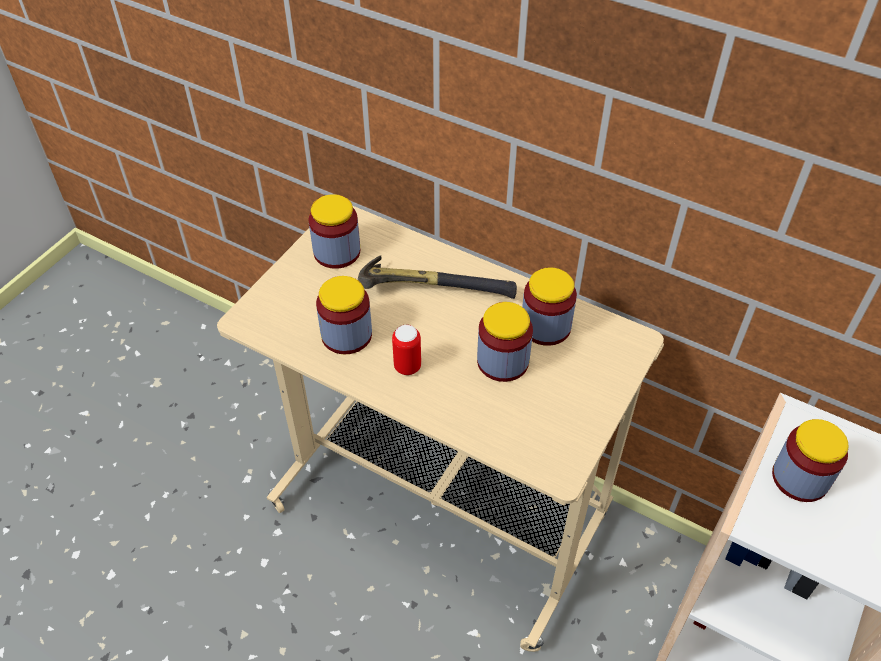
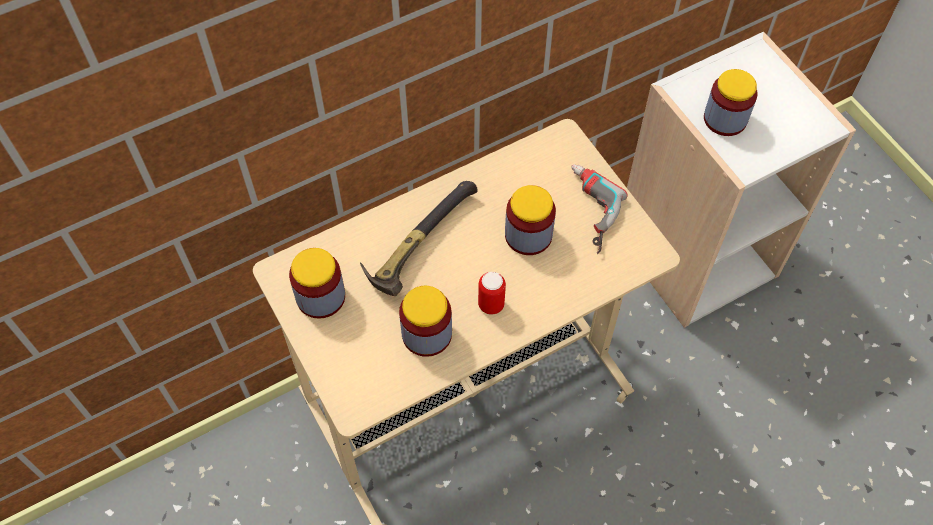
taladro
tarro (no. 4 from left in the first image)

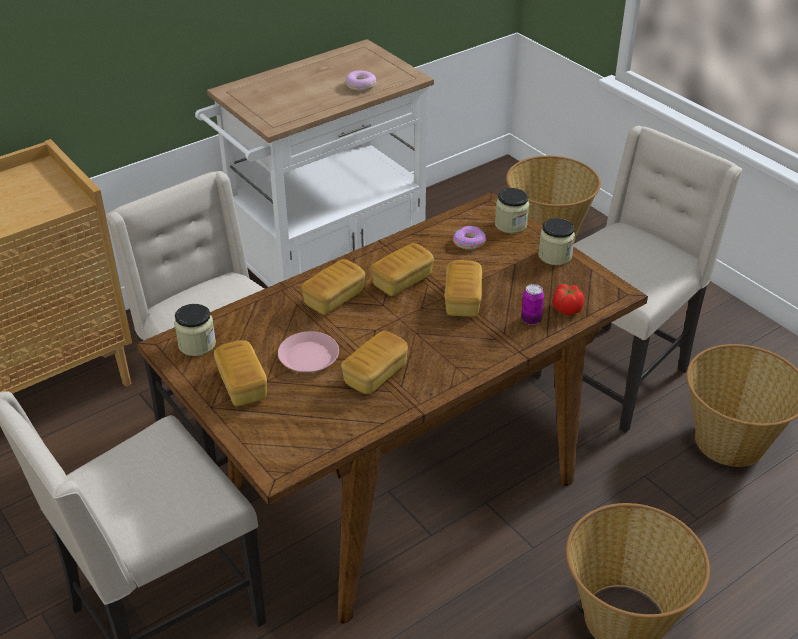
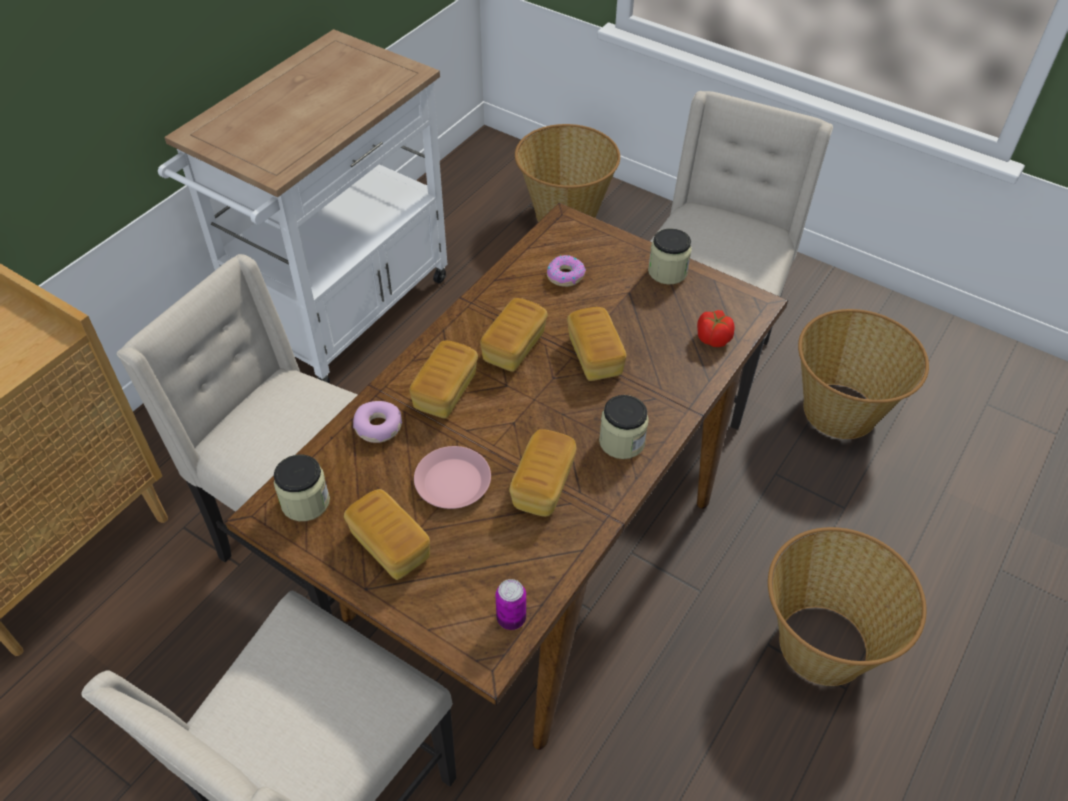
rosquilla (no. 1 from left)
lata
tarro (no. 2 from left)

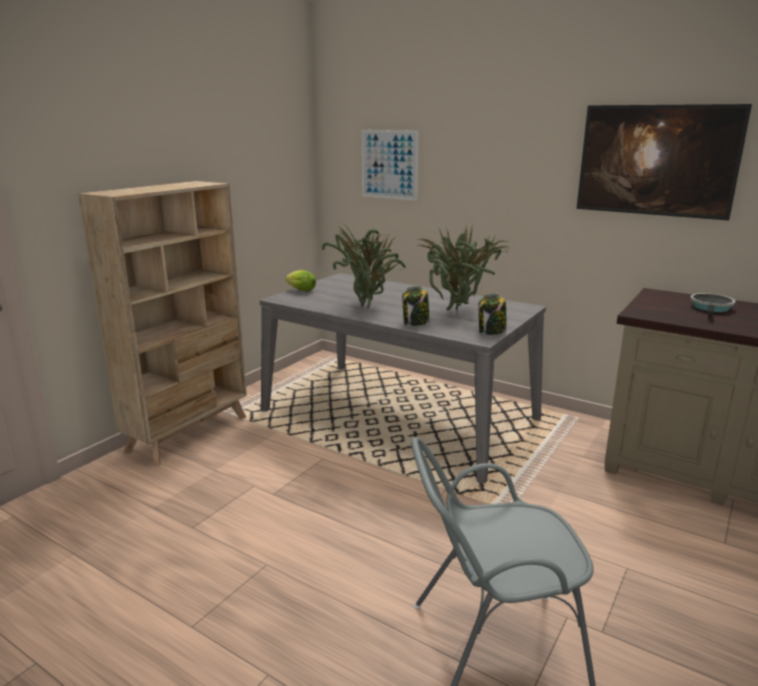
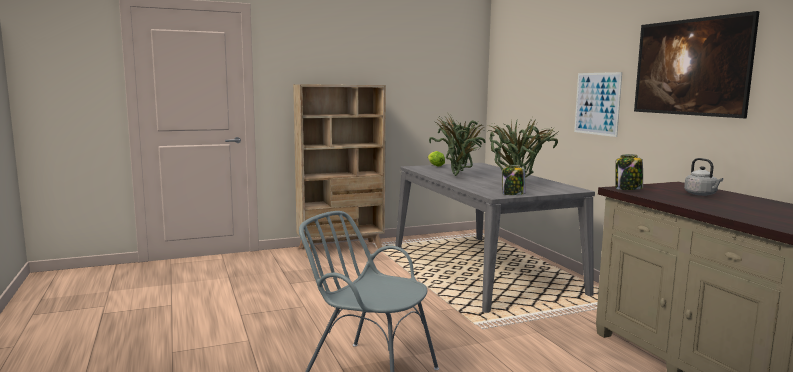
cuadro (no. 1 from left)
tarro (no. 2 from left)
hervidor (gris)

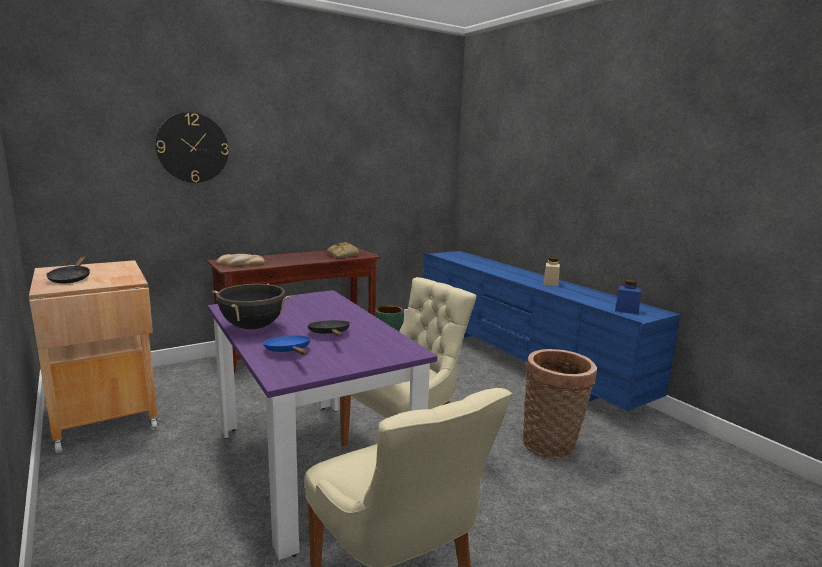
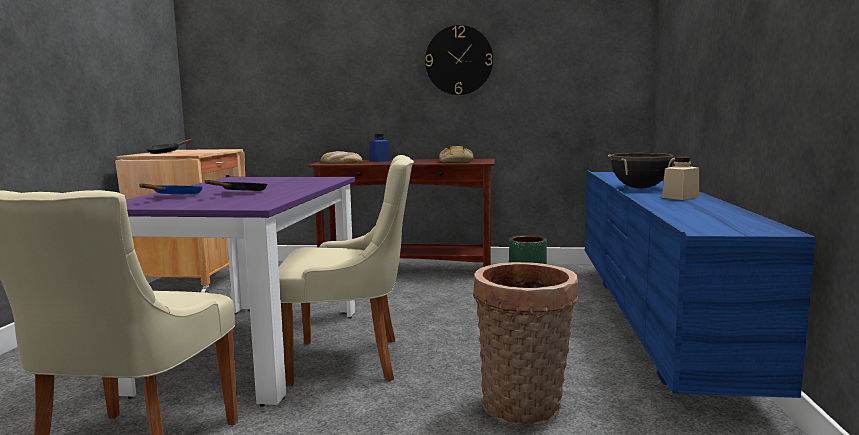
tarro (azul)
reloj de pared
olla (negro)

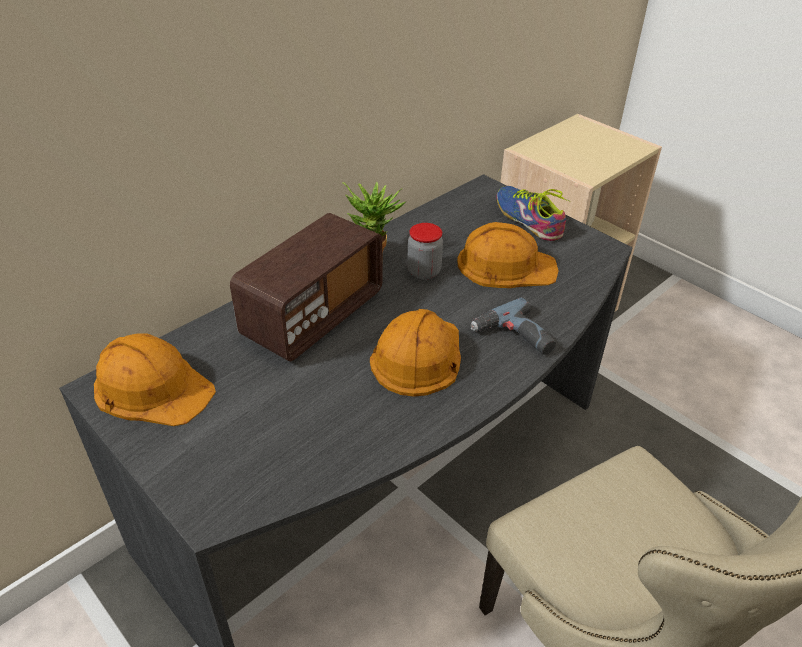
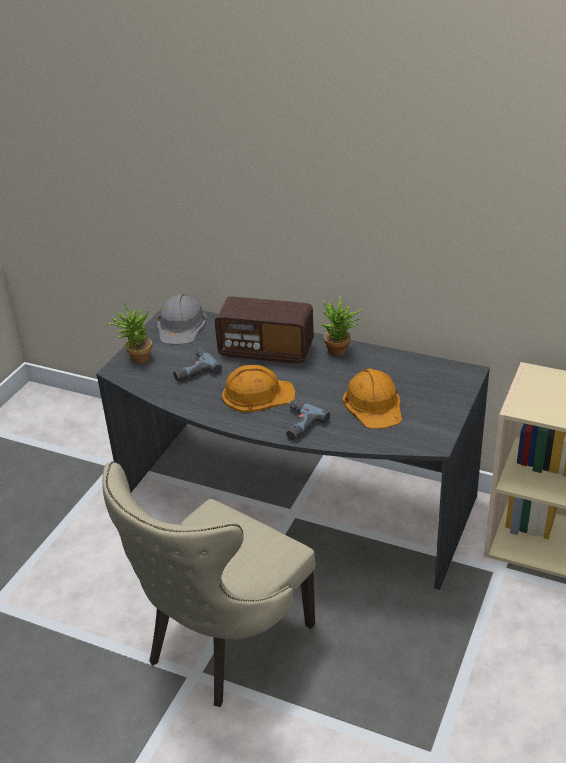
planta en maceta (no. 1 from left)
casco (gris)
taladro (no. 1 from left)
tarro
zapato

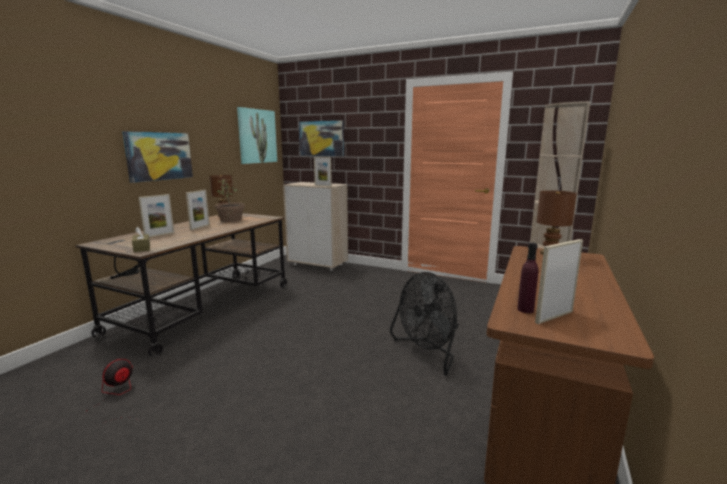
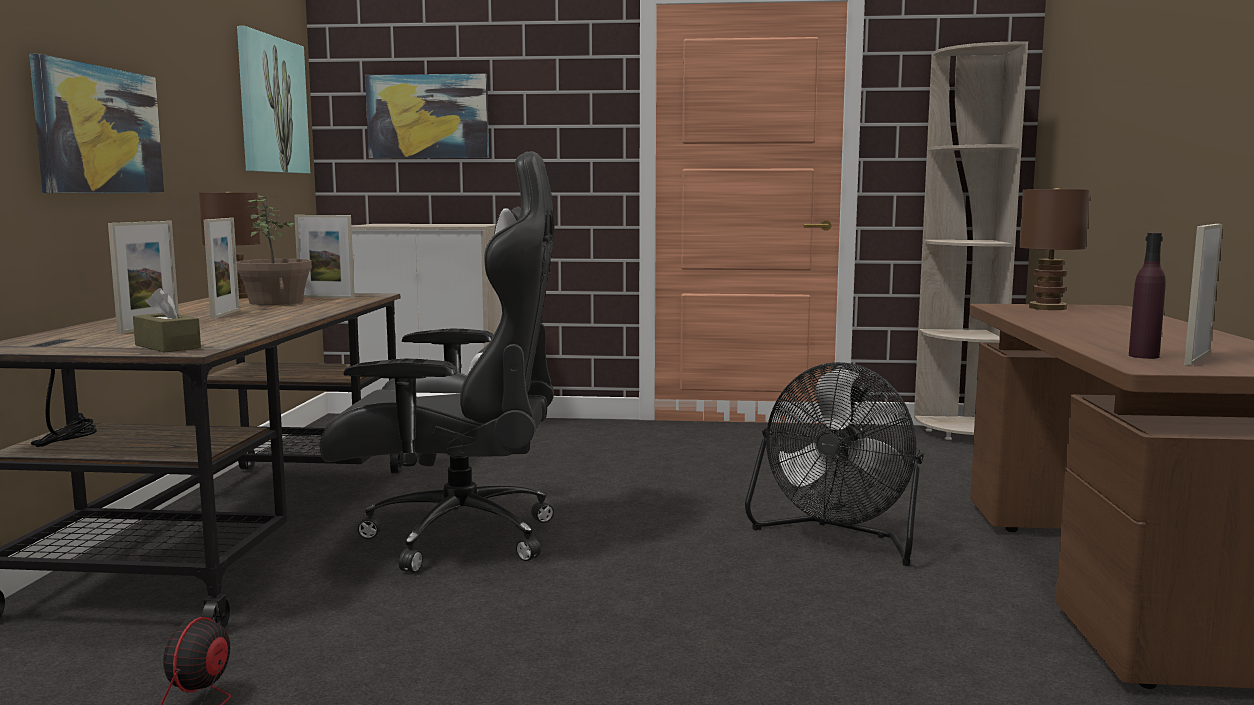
portarretratos (no. 3 from left)
silla de oficina (negro)

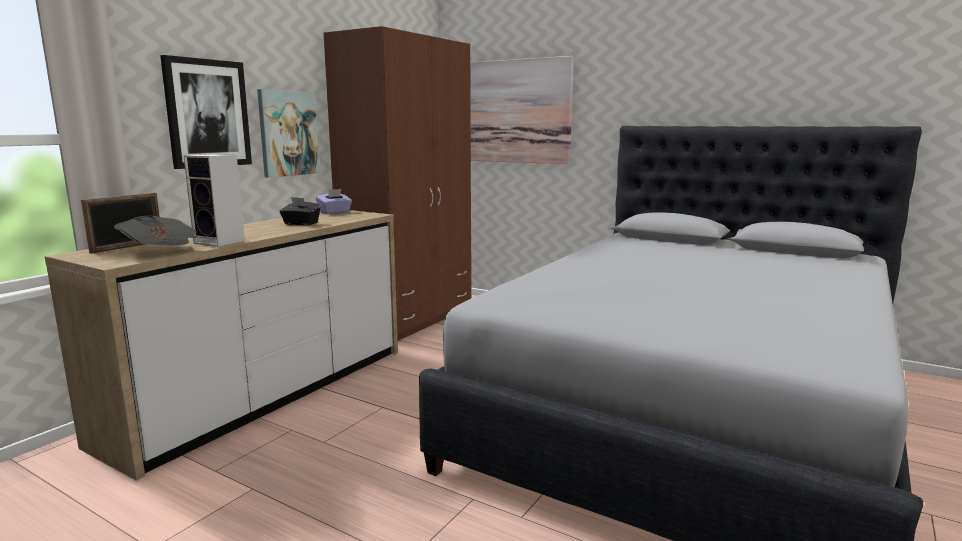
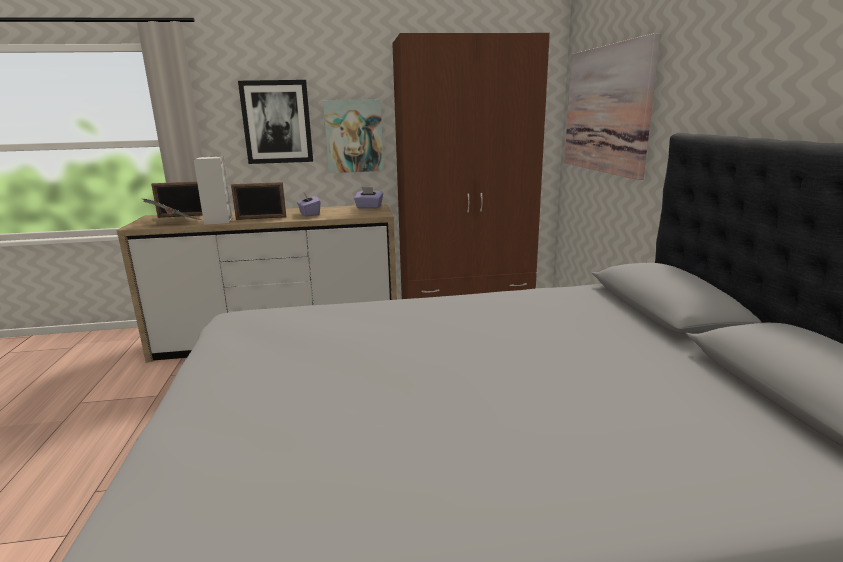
portarretratos (no. 2 from left)
caja de pañuelos (morado) (no. 1 from left)

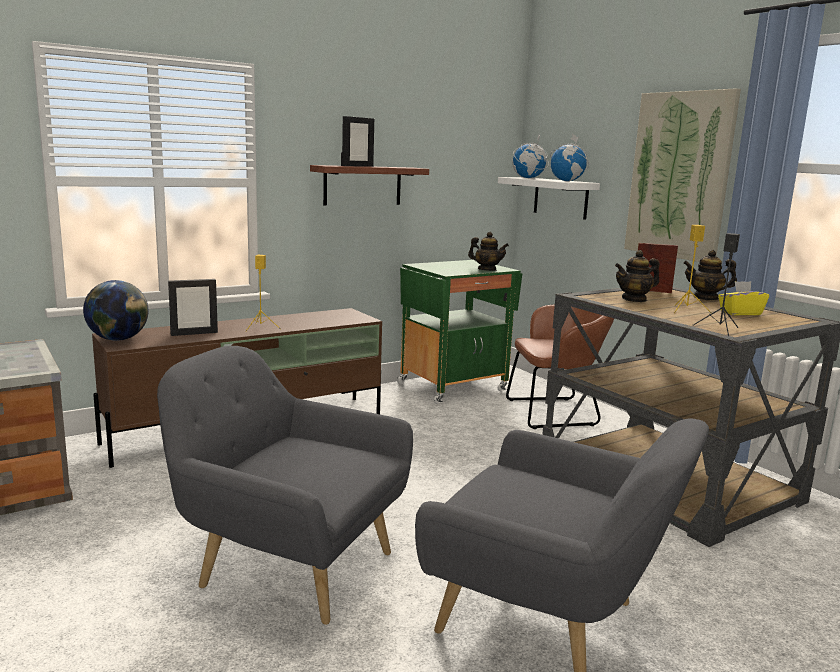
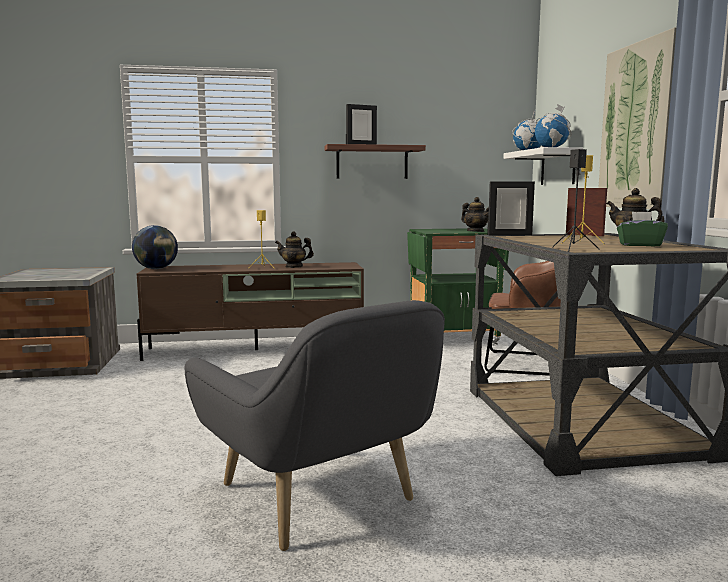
tetera (no. 1 from left)
portarretratos (no. 2 from left)
caja de pañuelos (verde)
sillón (gris) (no. 1 from left in the first image)

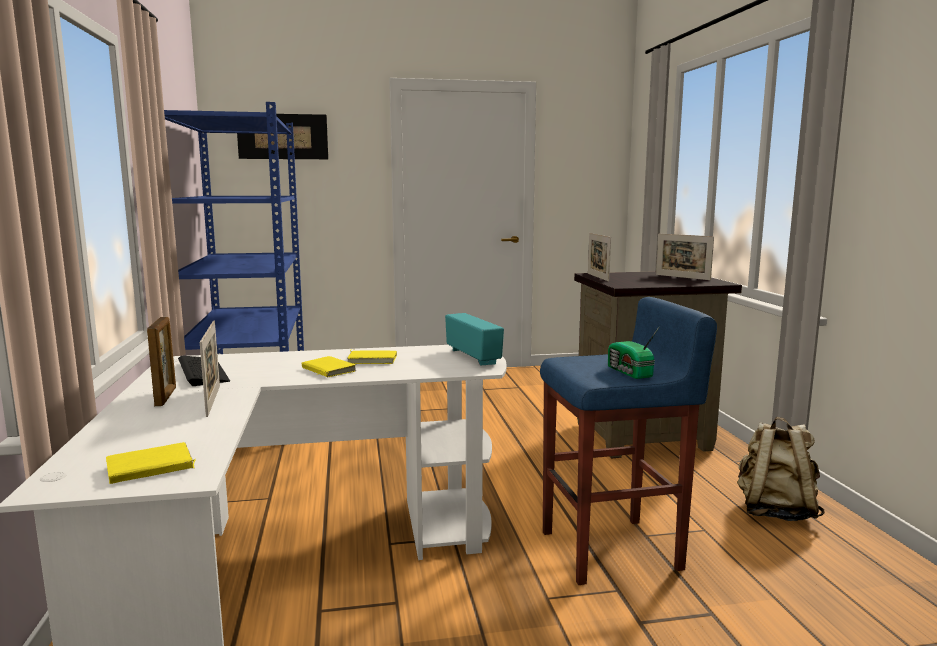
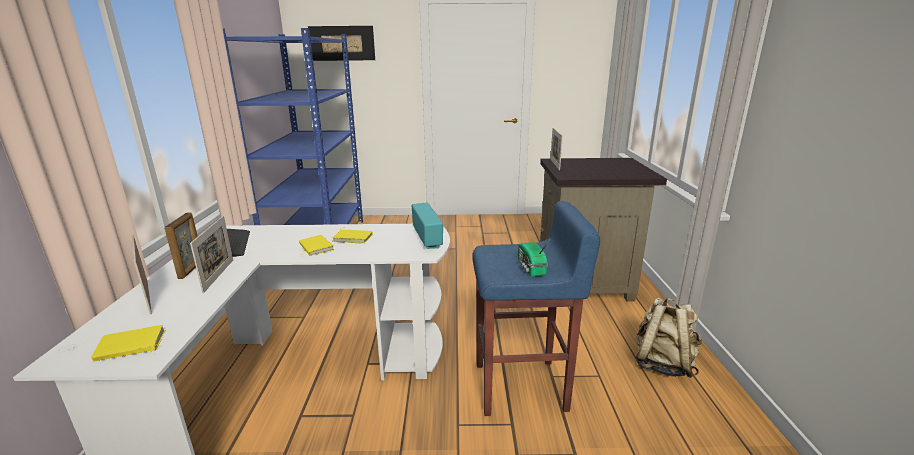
portarretratos (no. 1 from left)

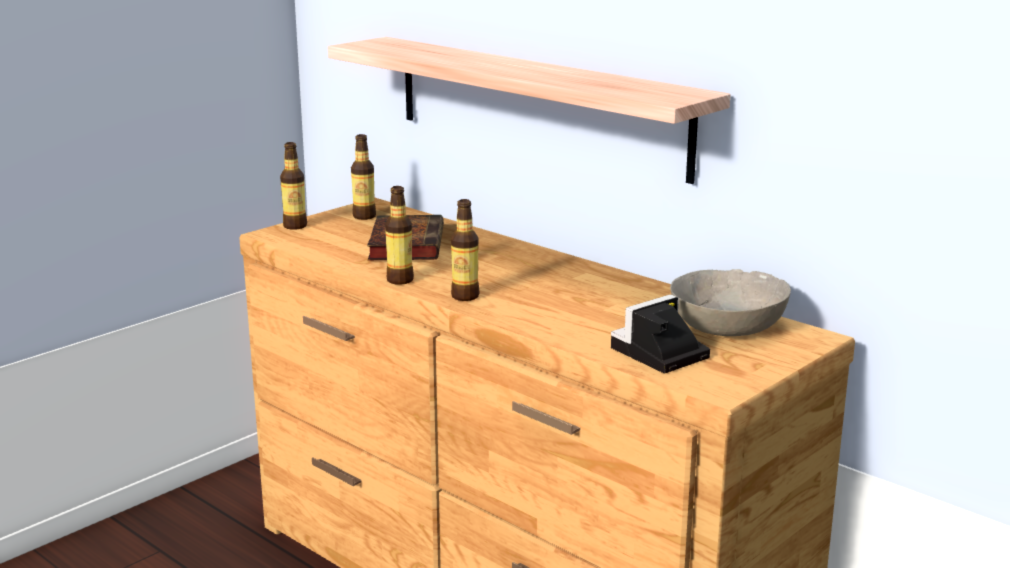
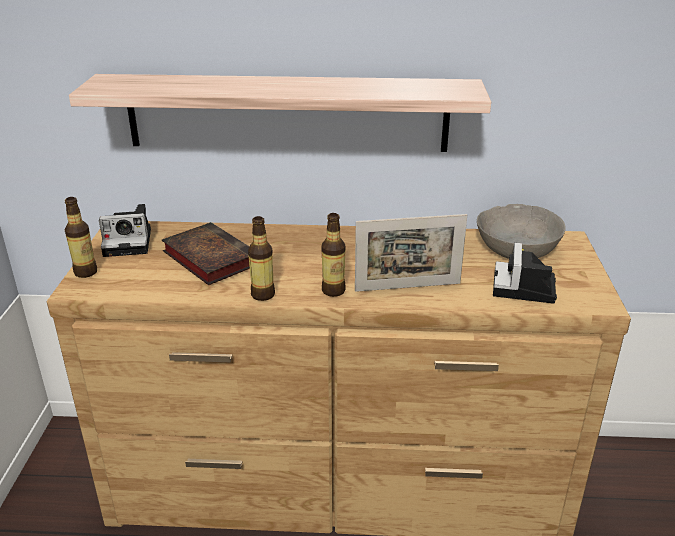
cámara (no. 1 from left)
portarretratos

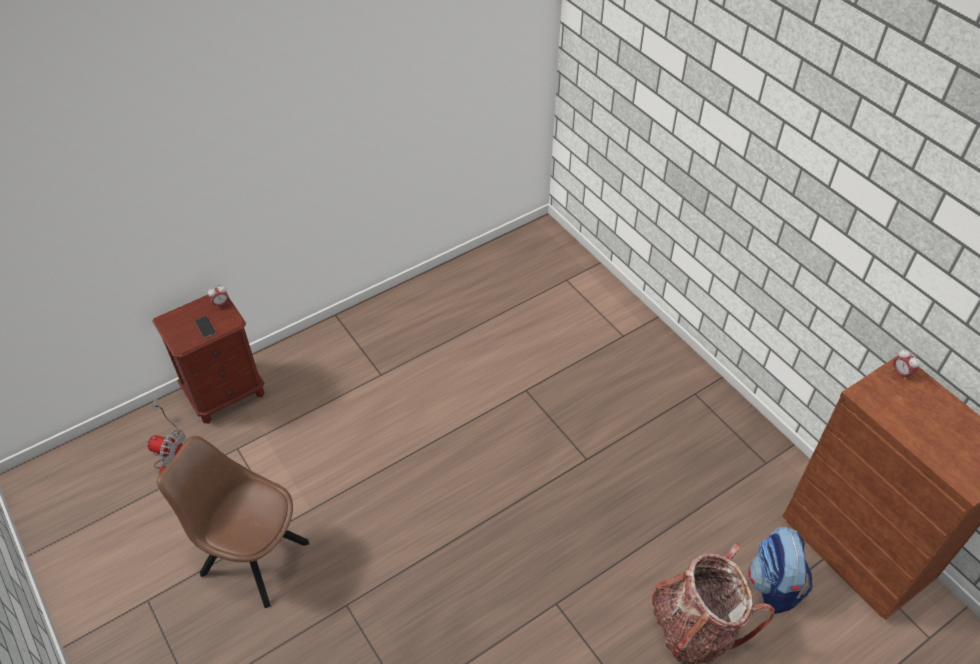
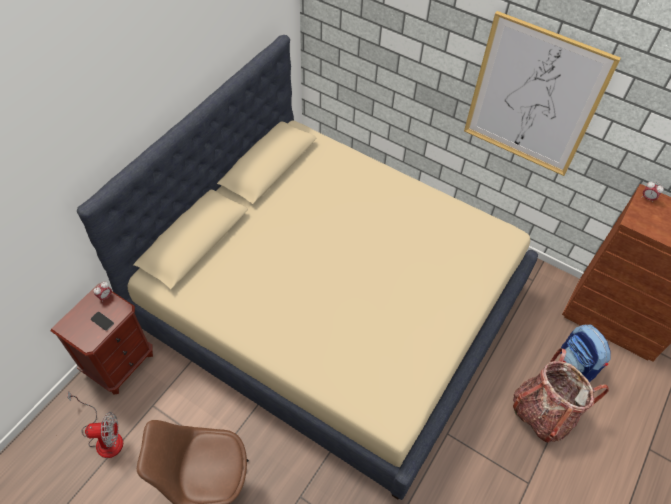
cama (beis)
cuadro

